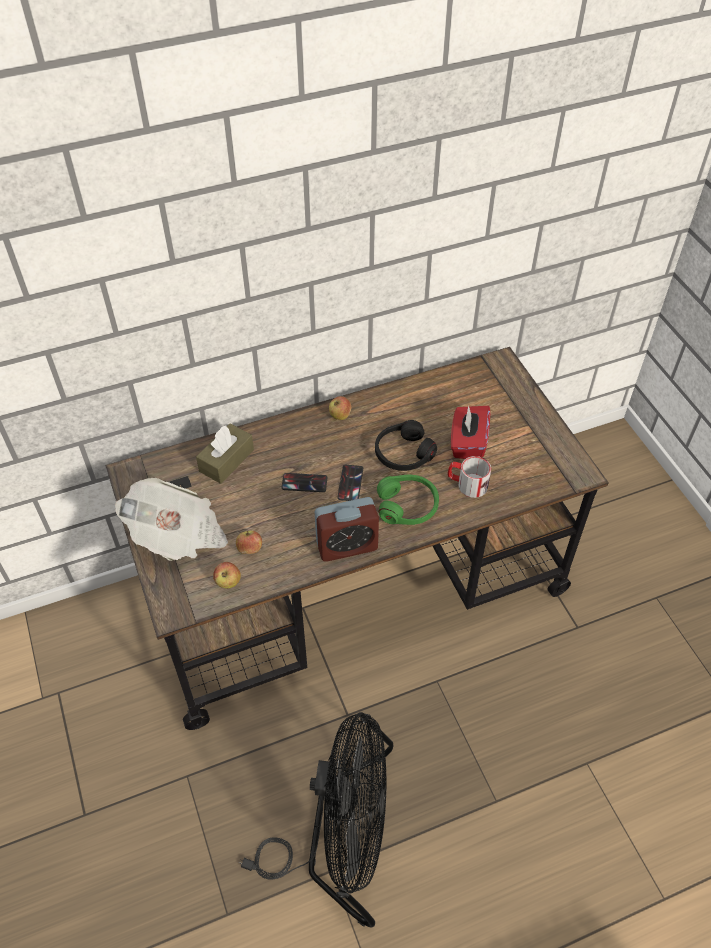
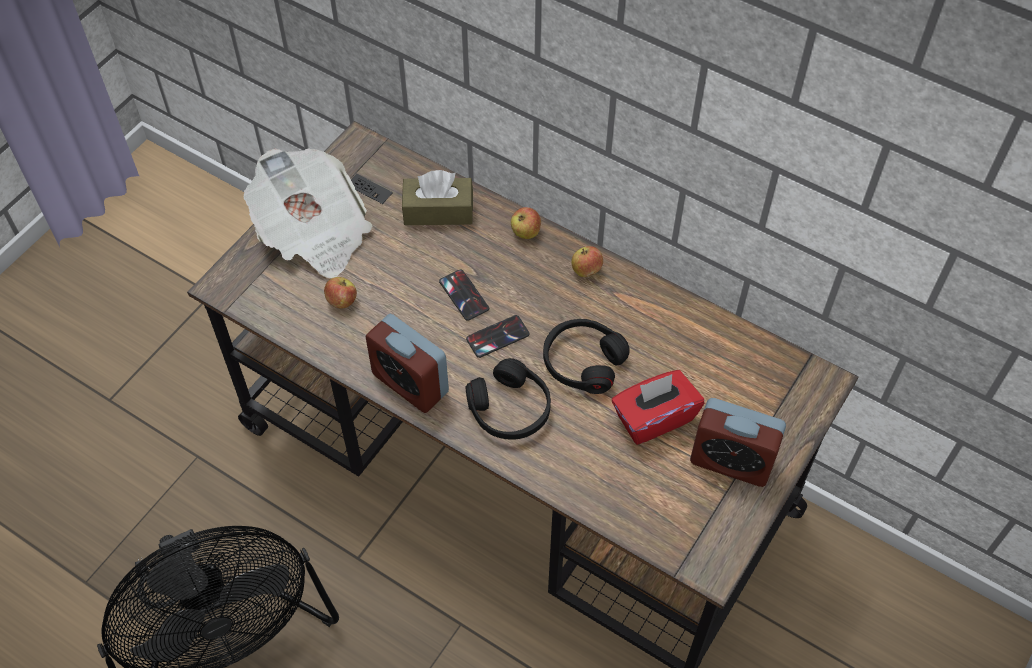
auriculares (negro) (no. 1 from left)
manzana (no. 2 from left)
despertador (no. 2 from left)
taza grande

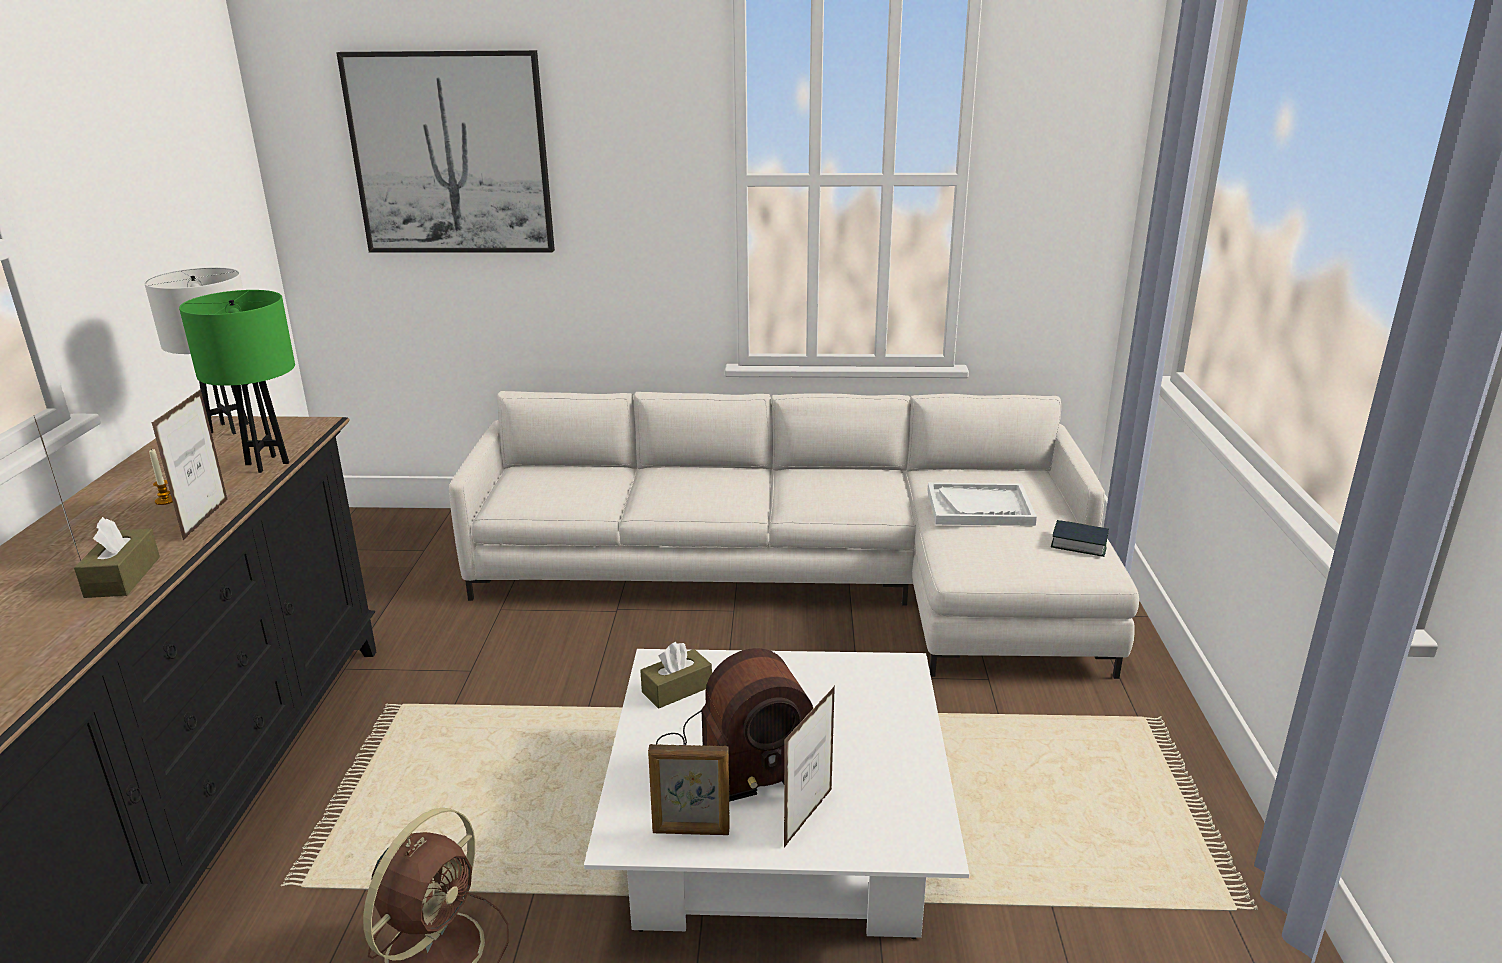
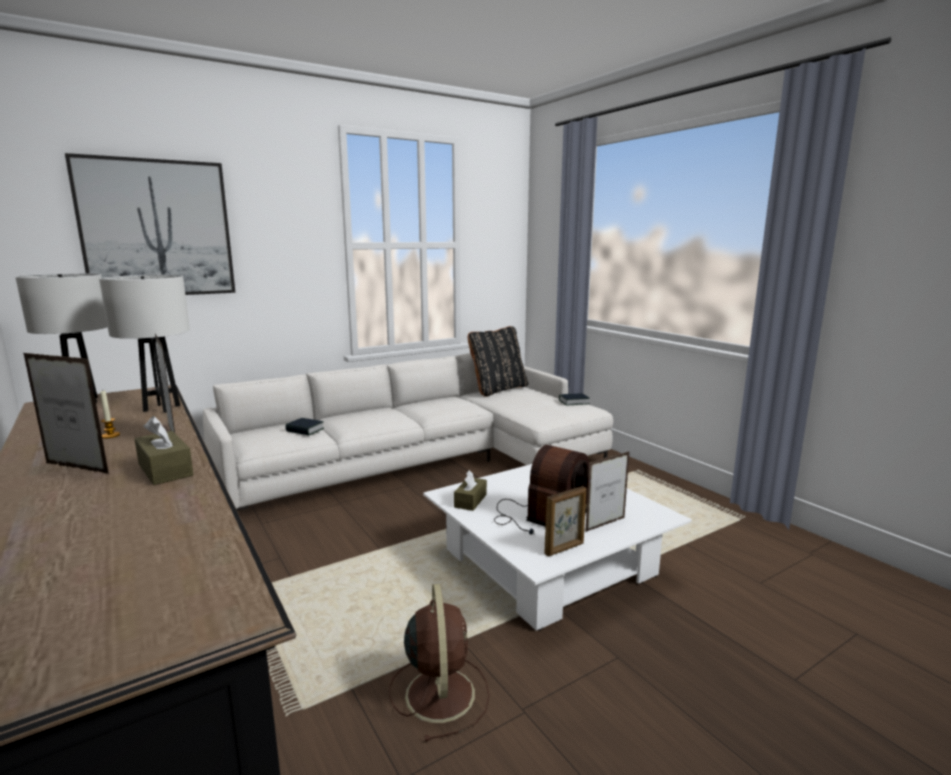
lámpara de mesa (blanco) (no. 2 from left)
libro (no. 1 from left)
cojín (negro)
portarretratos (no. 4 from left)
bandeja (blanco)

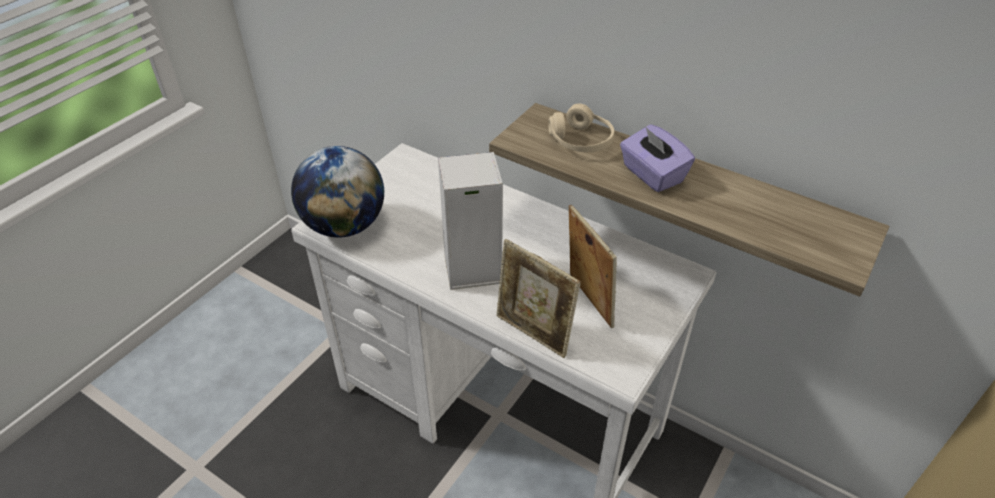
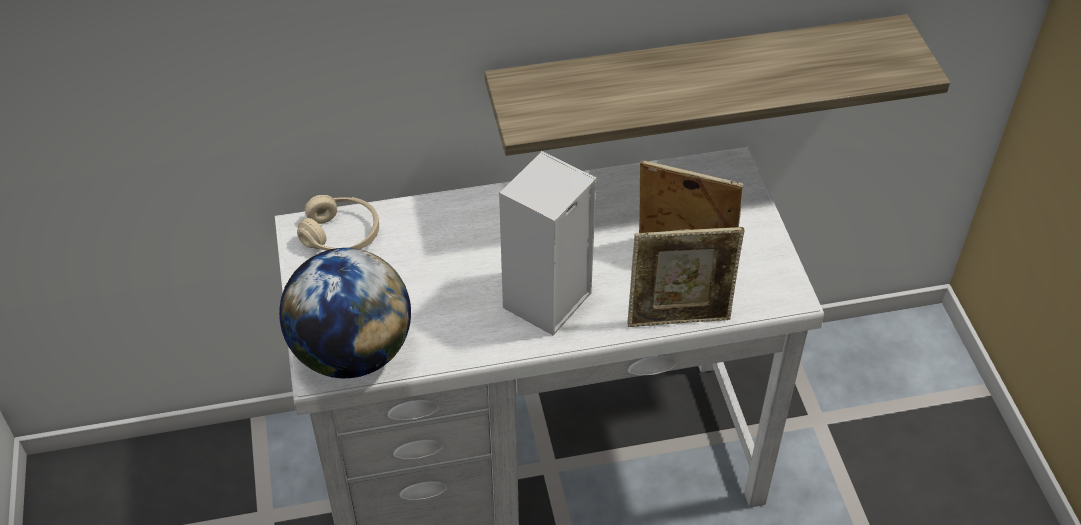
auriculares (beis)
caja de pañuelos (morado)

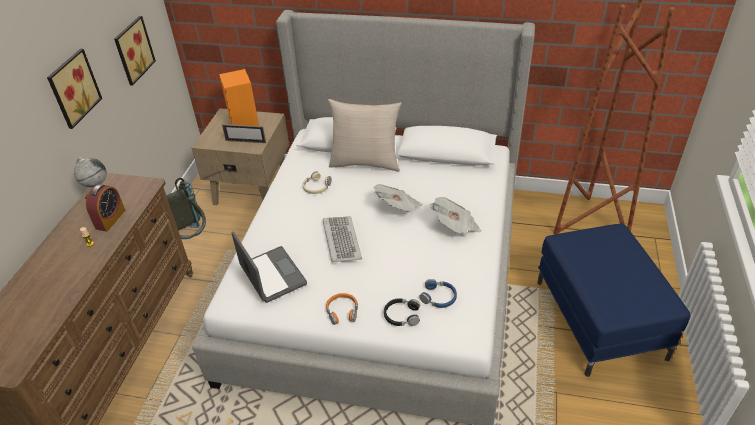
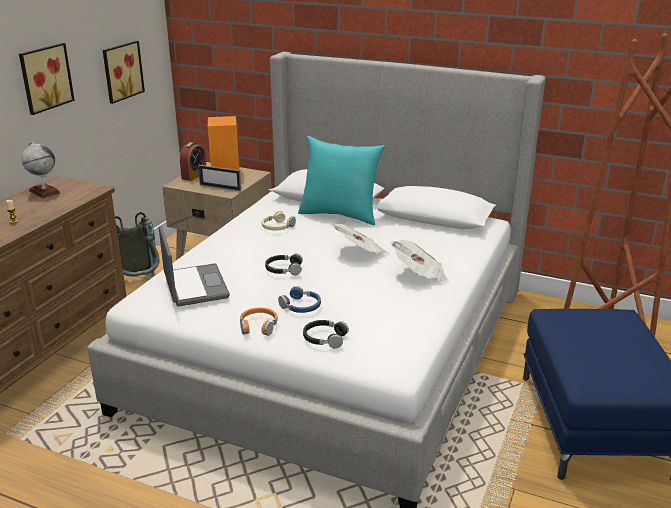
despertador
auriculares (negro) (no. 1 from left)
auriculares (azul)
cojín (turquesa)

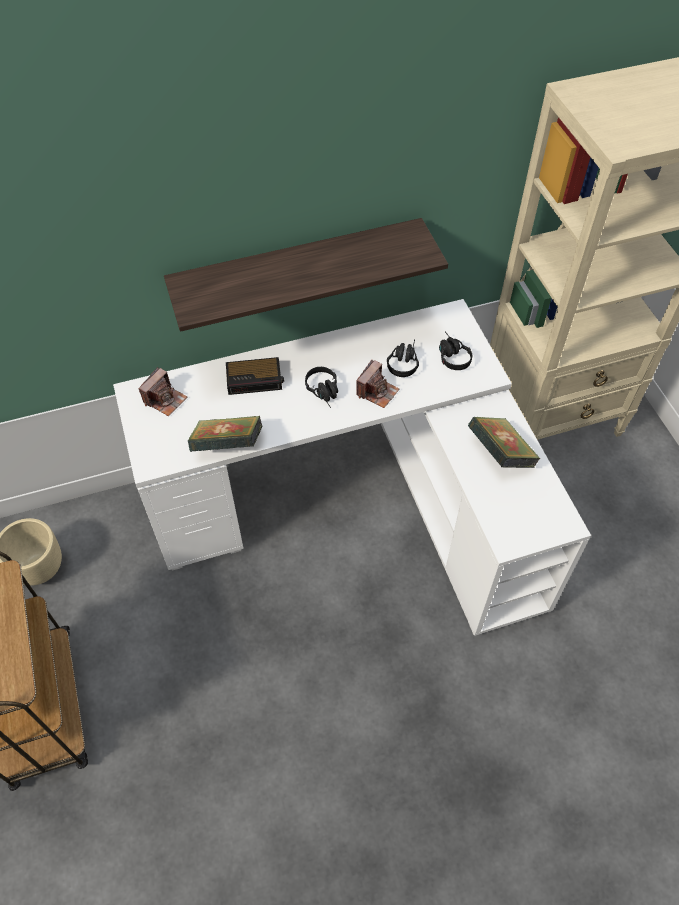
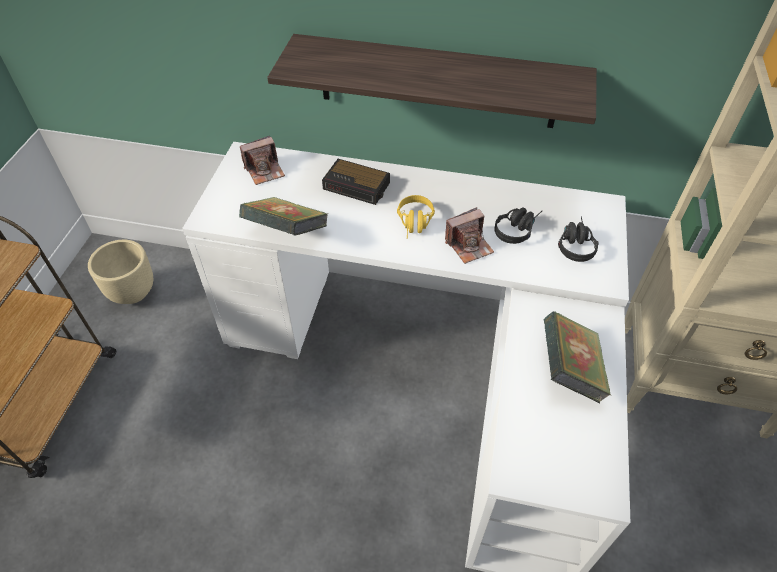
auriculares (amarillo)

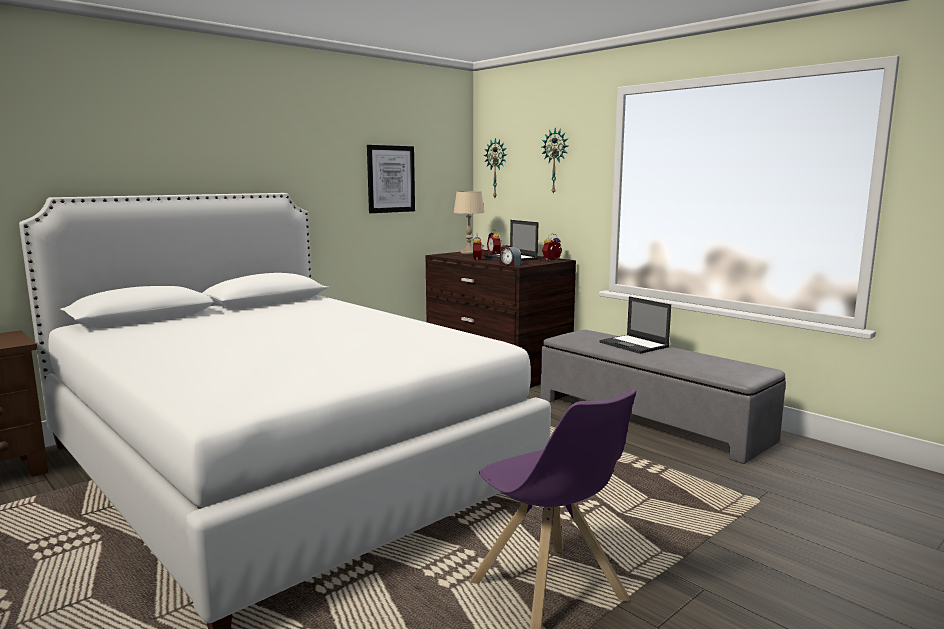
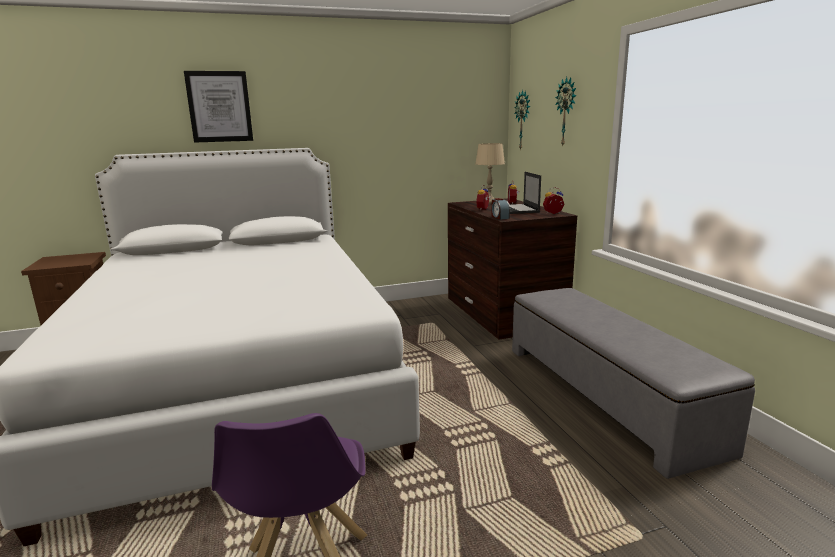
cuadro
portátil (no. 2 from left in the first image)

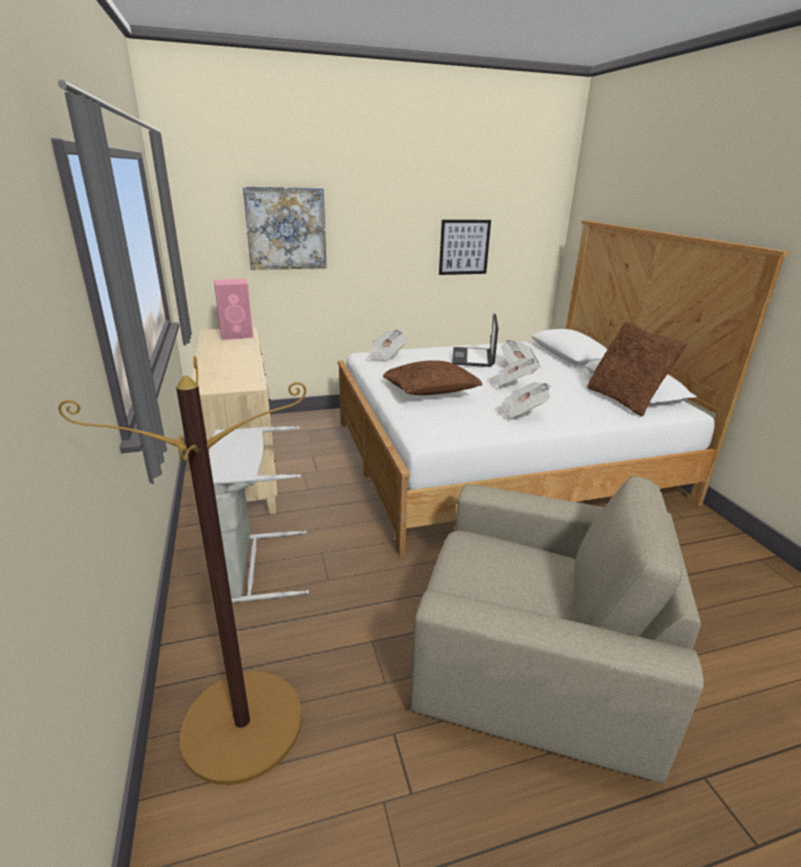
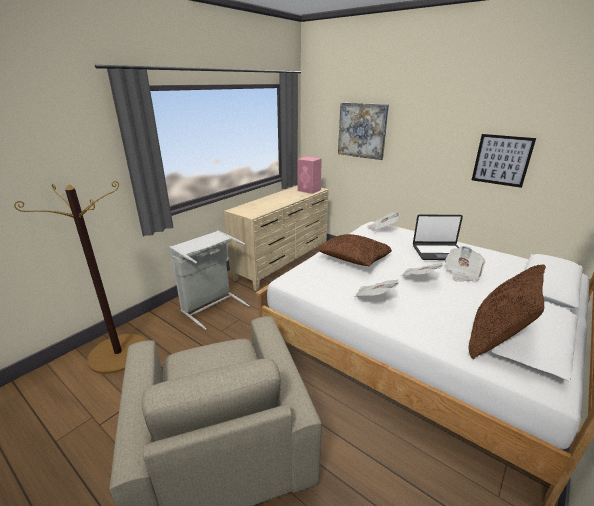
portátil

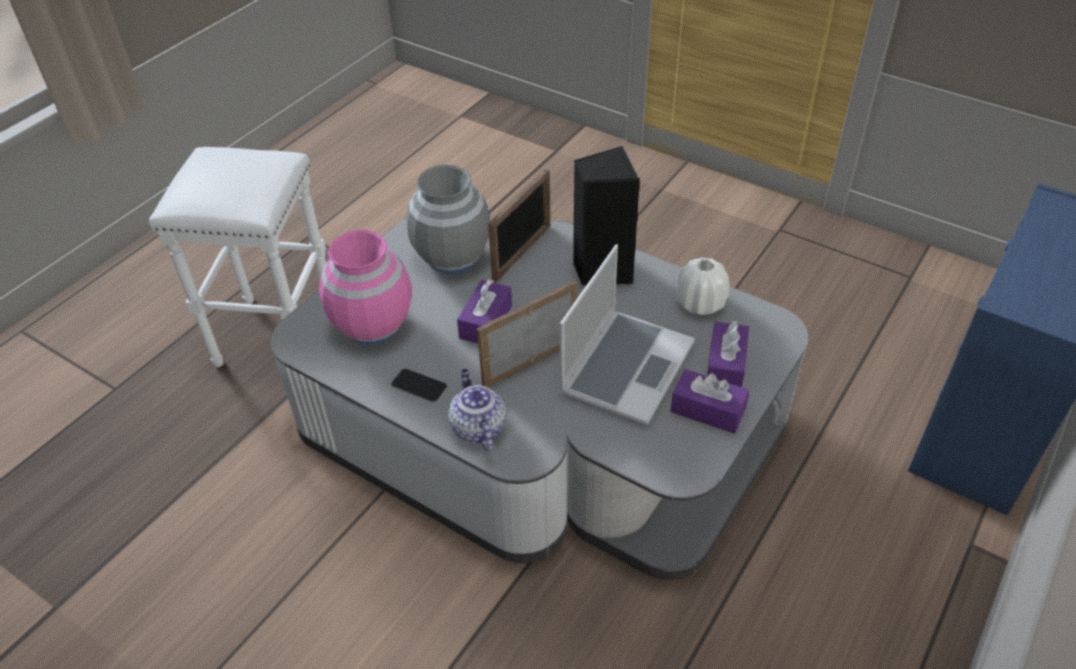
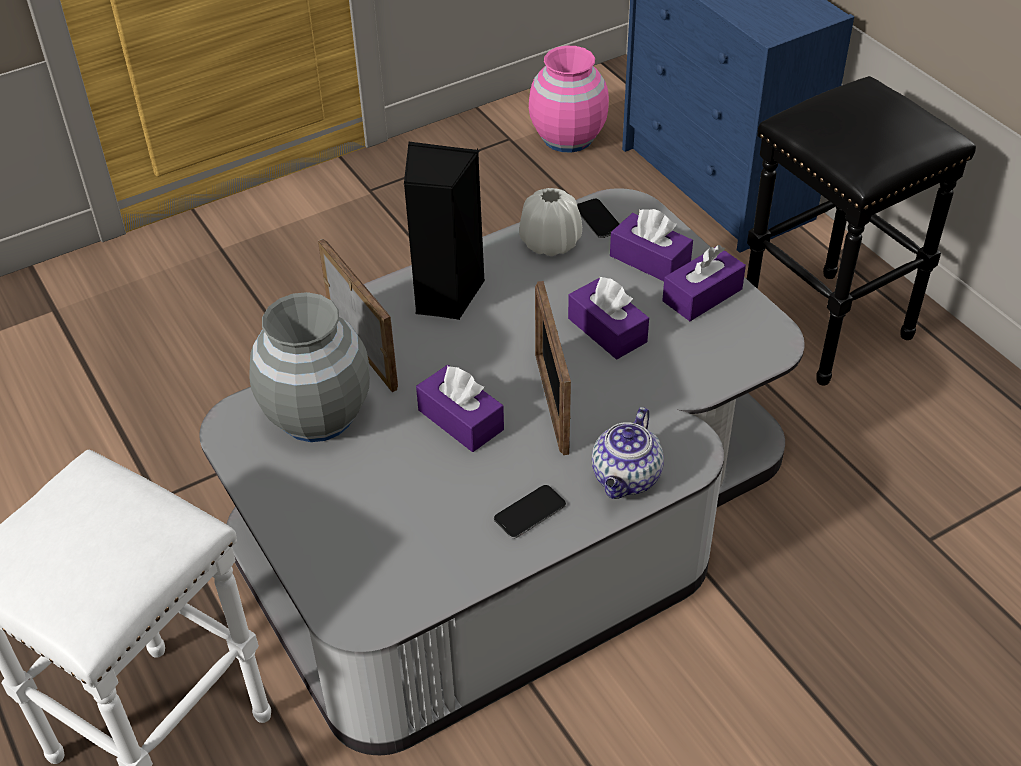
florero (rosa)
caja de pañuelos (morado) (no. 2 from left)
móvil (no. 2 from left)
tetera
taburete (negro)

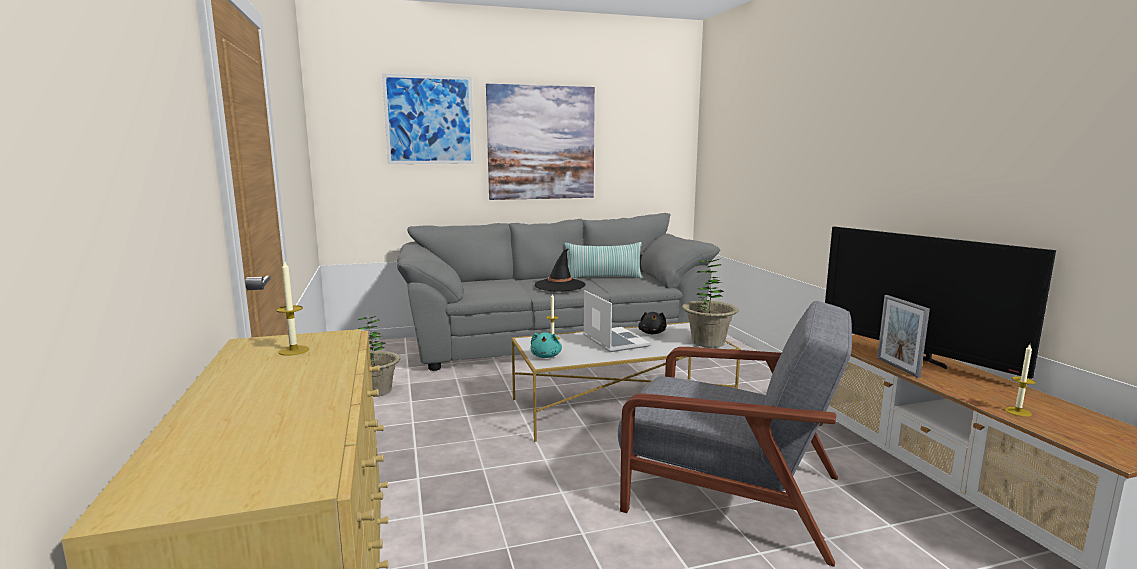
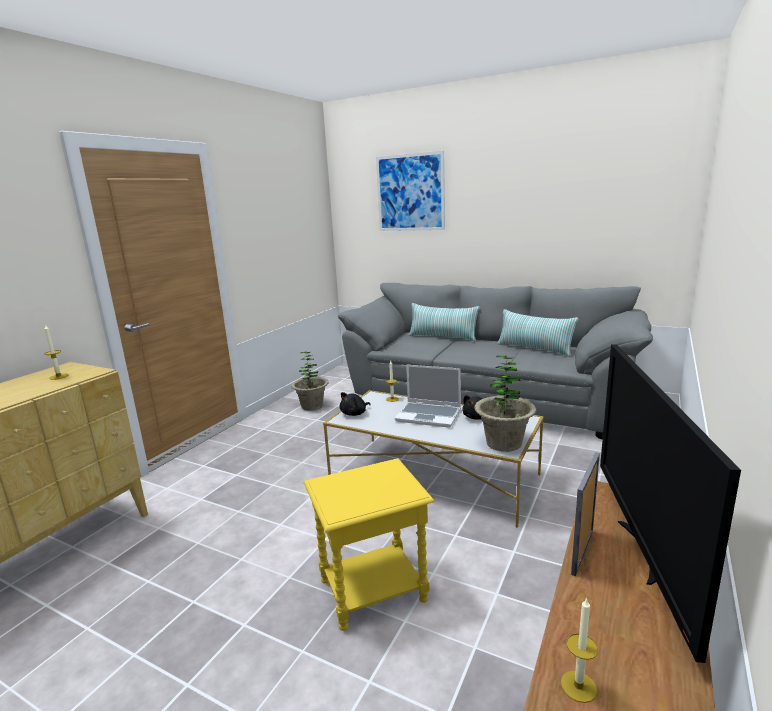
mesa auxiliar (amarillo)
peluche (negro) (no. 1 from left)
portátil
cojín (no. 1 from left)
cuadro (no. 2 from left in the first image)
sombrero (negro)

